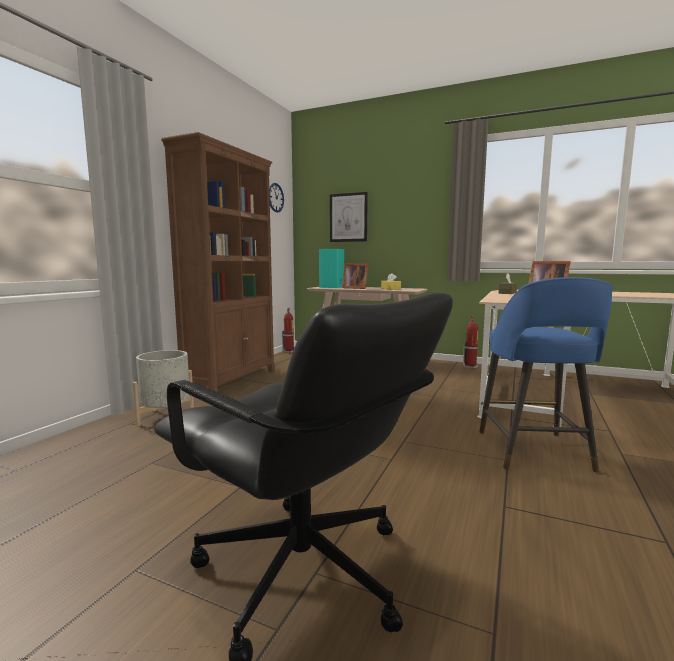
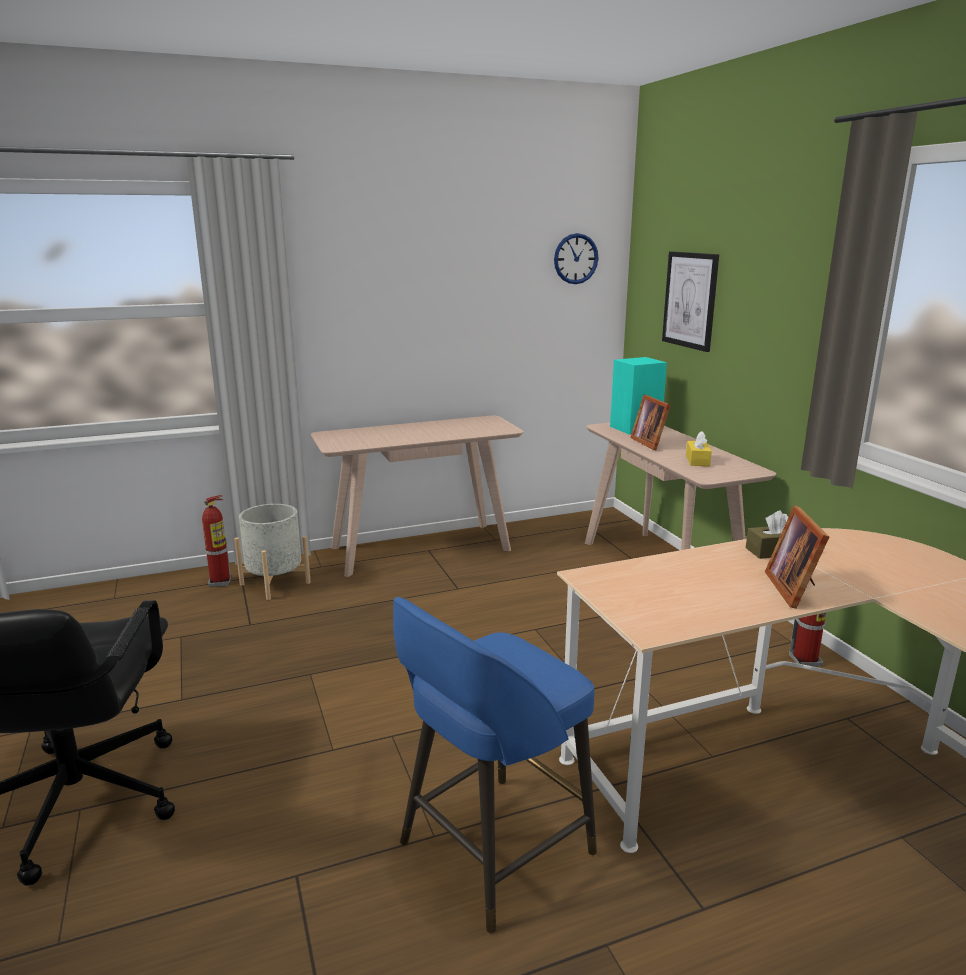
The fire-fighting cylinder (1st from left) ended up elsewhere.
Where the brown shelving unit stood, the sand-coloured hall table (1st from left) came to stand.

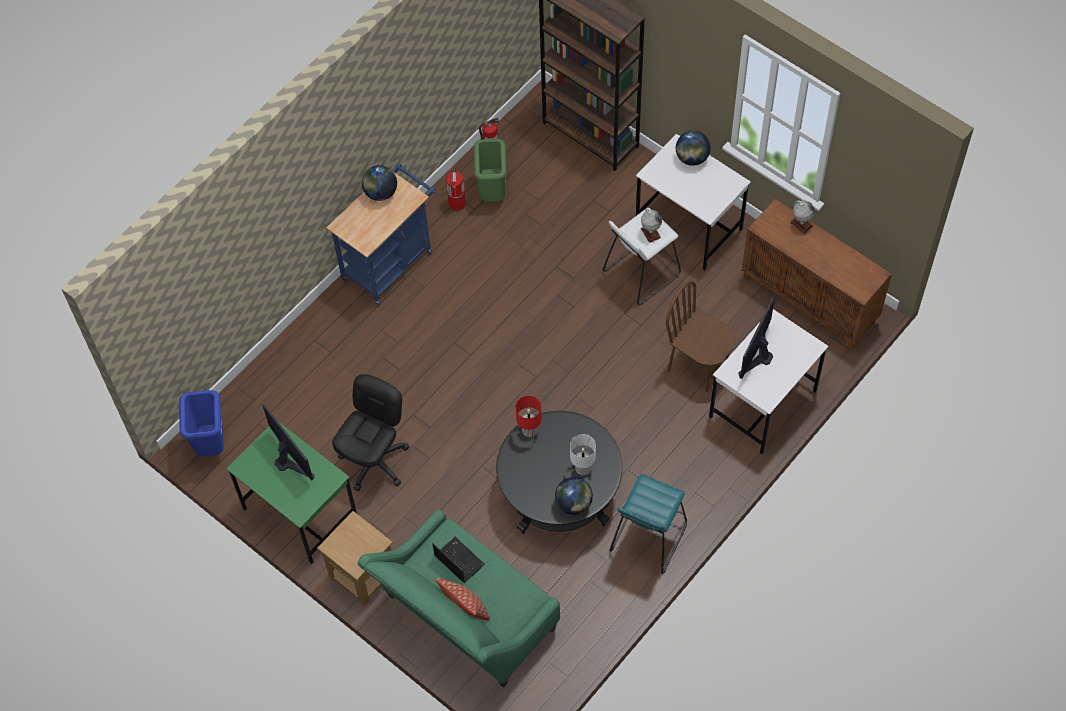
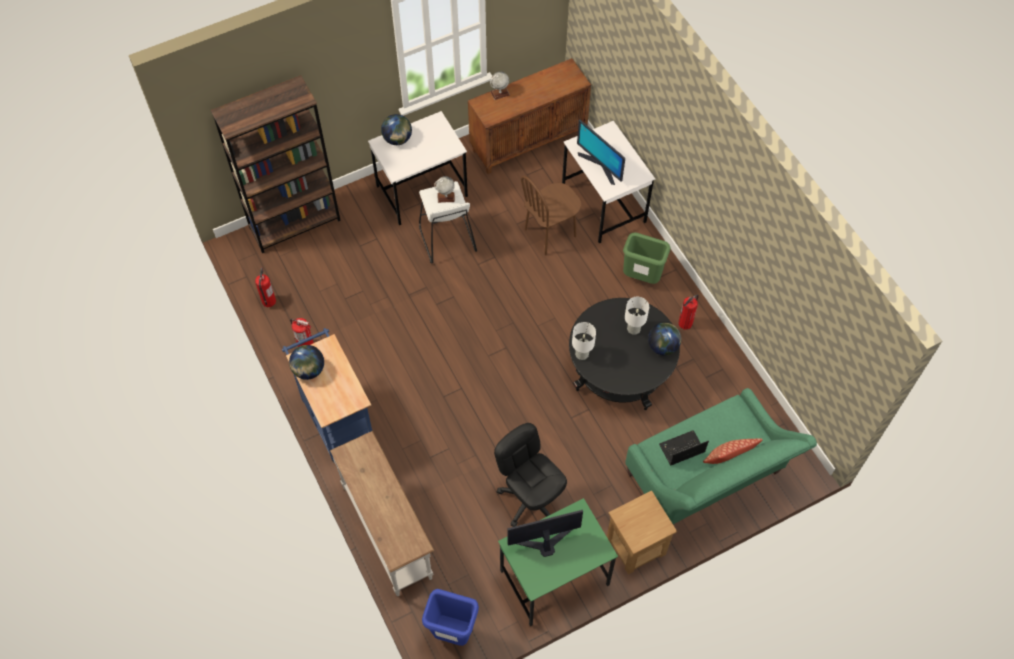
The second view gained the whitish hall table.
What was the reddish lamp for a table turned into the whitish lamp for a table (1st from left).
The green-coloured trash can ended up elsewhere.
Where the turquoise sitting stool stood, the fire-fighting cylinder (3rd from left) came to stand.

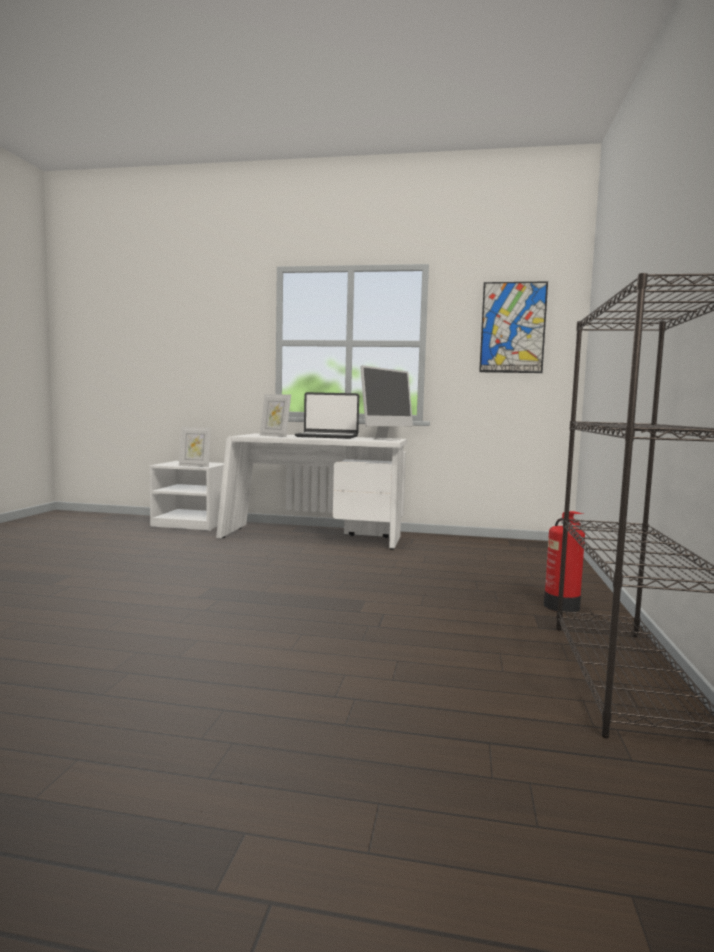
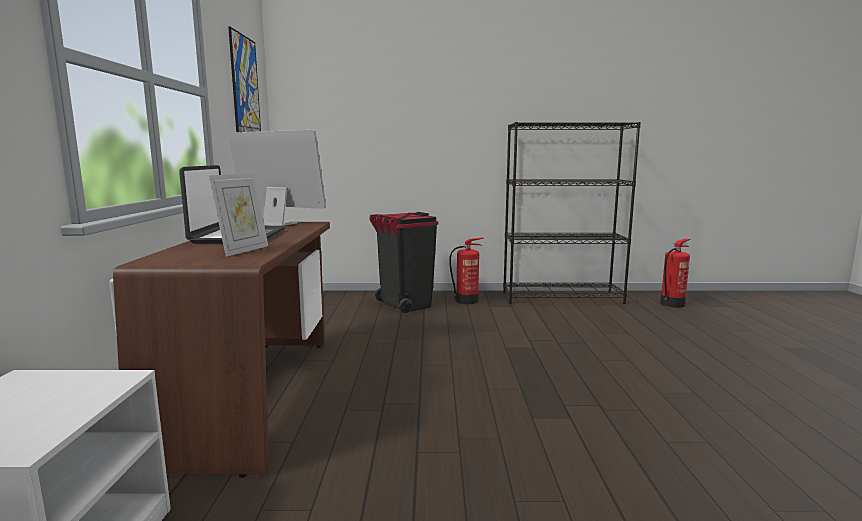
What was the whitish desk table turned into the brown desk table.
The second view gained the blackish trash can.
The second view gained the fire-fighting cylinder (2nd from left).
The second view lost the standing frame (1st from left).

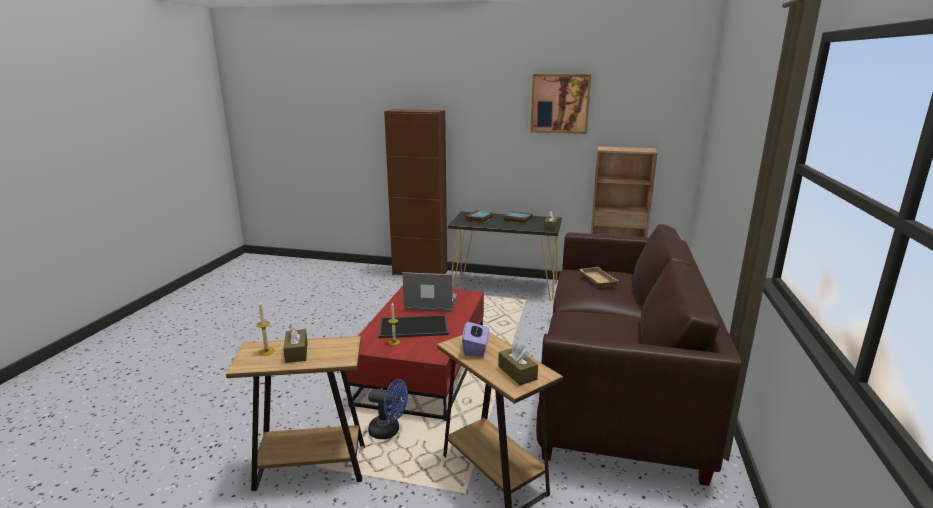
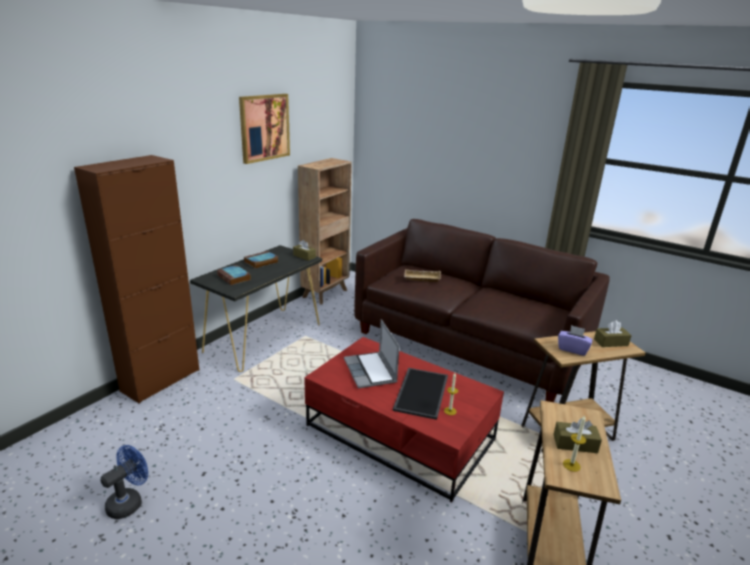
The blue cooling fan ended up elsewhere.
The notebook computer ended up facing another way, 45 degrees counterclockwise from before.

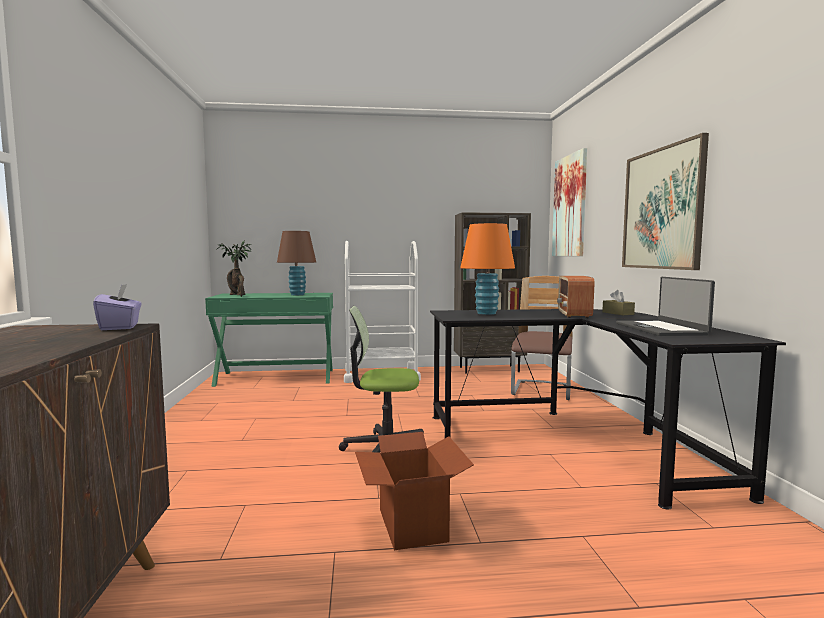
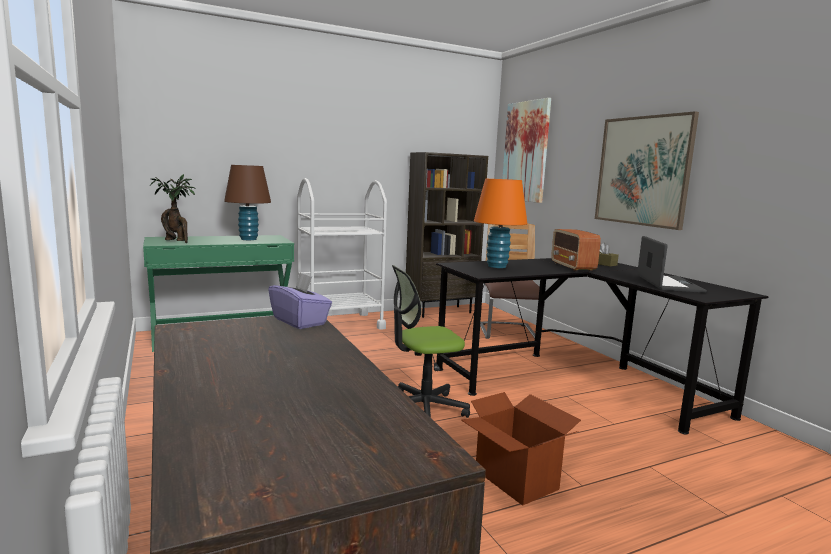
The notebook computer ended up facing another way, 150 degrees counterclockwise from before.

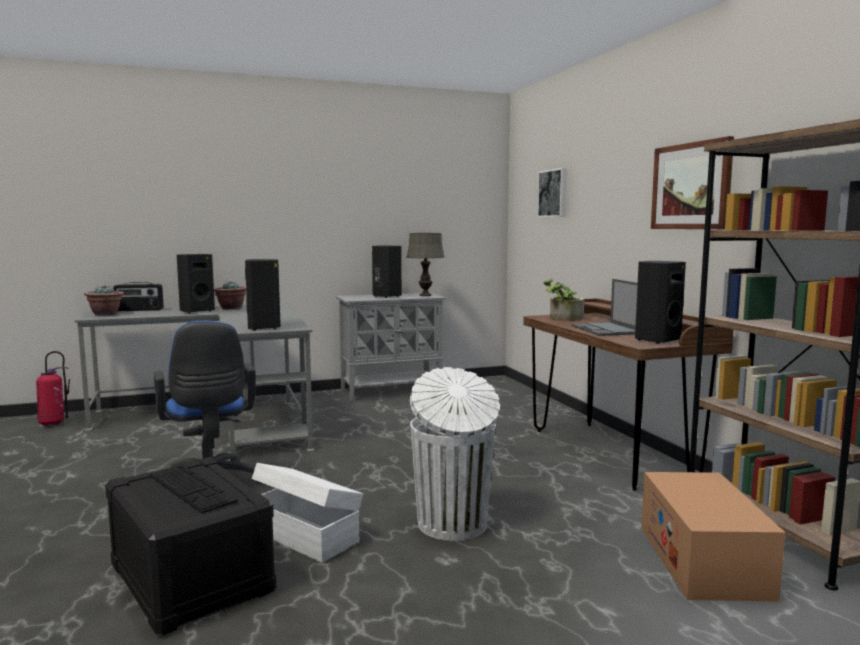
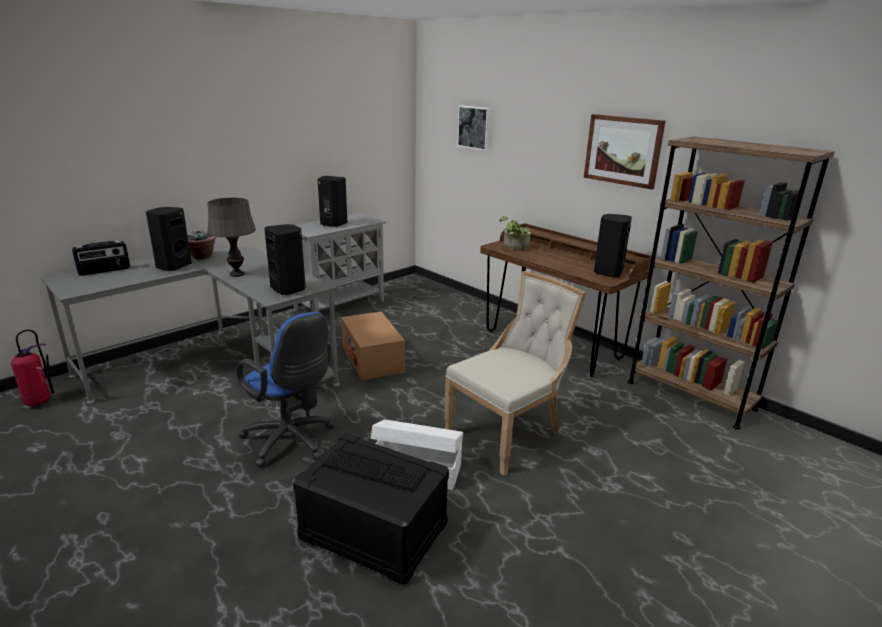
The gray lamp for a table ended up elsewhere.
The packing box ended up elsewhere.
Where the whitish trash can stood, the sand-coloured upright chair came to stand.
The second view lost the houseplant (1st from left).
The second view lost the notebook computer.

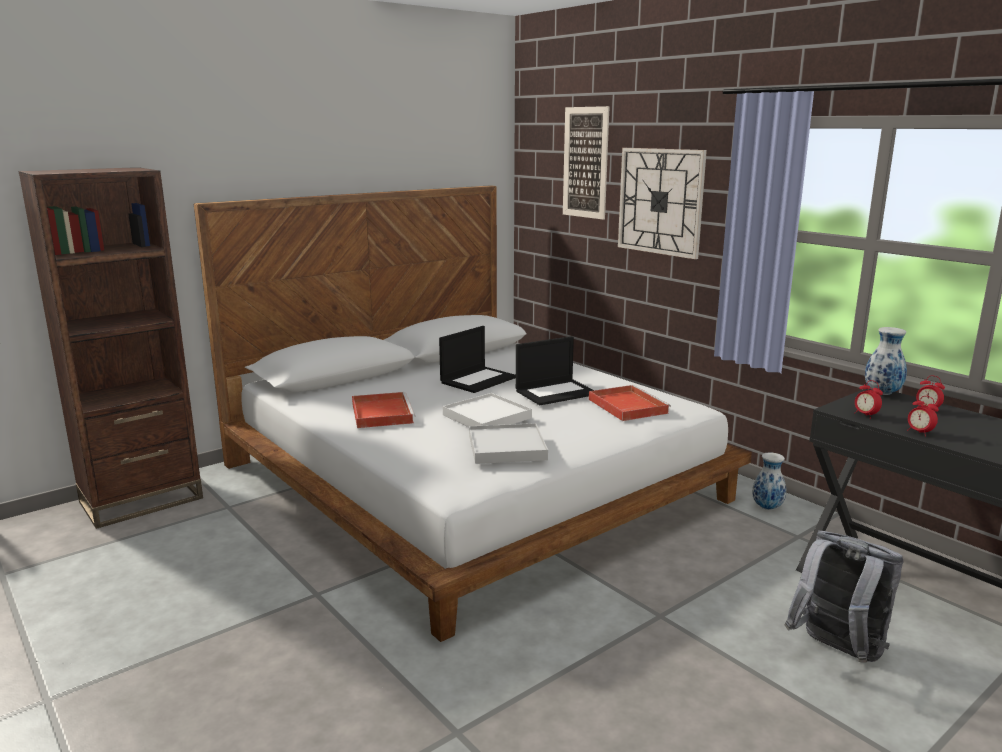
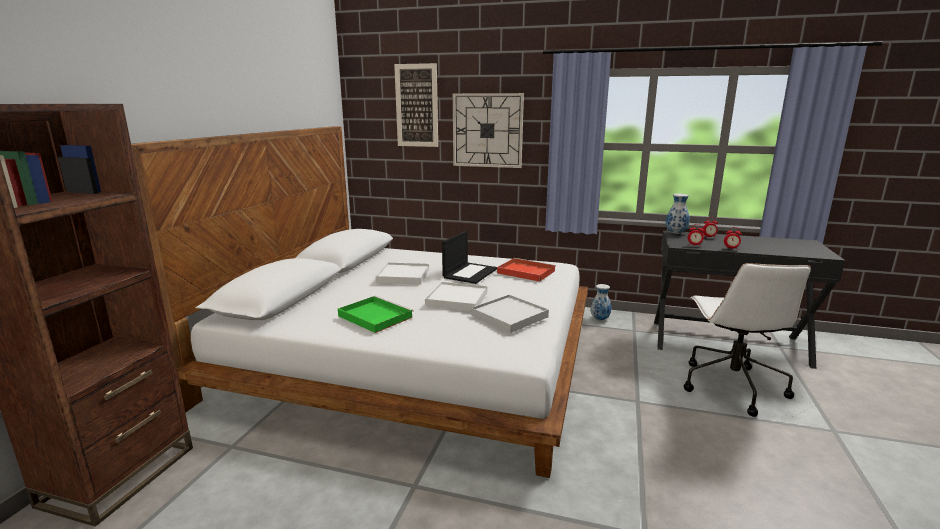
What was the reddish tray (1st from left) turned into the green-coloured tray.
Where the notebook computer (1st from left) stood, the whitish tray (1st from left) came to stand.
Where the gray knapsack stood, the whitish desk chair came to stand.

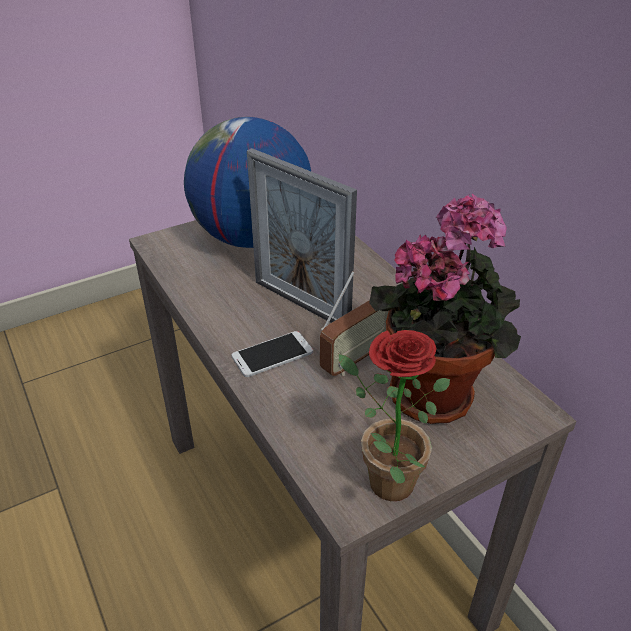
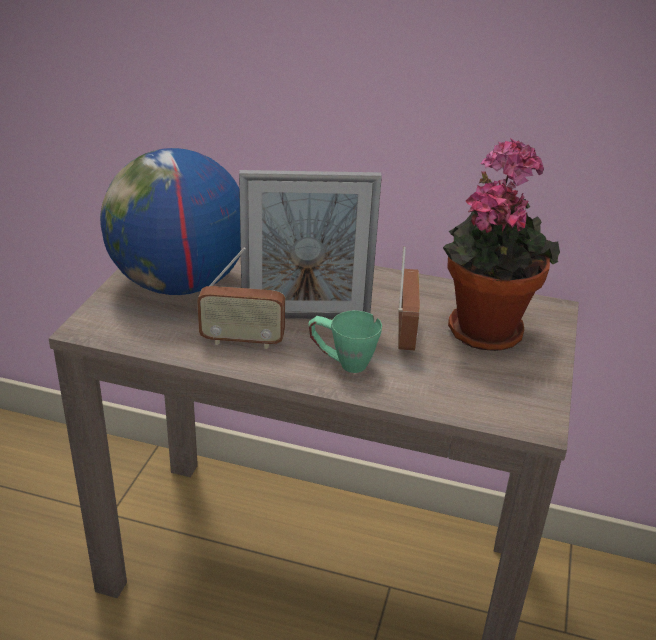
The second view gained the radio (1st from left).
Where the handset stood, the green-coloured tea mug came to stand.
The second view lost the houseplant (1st from left).

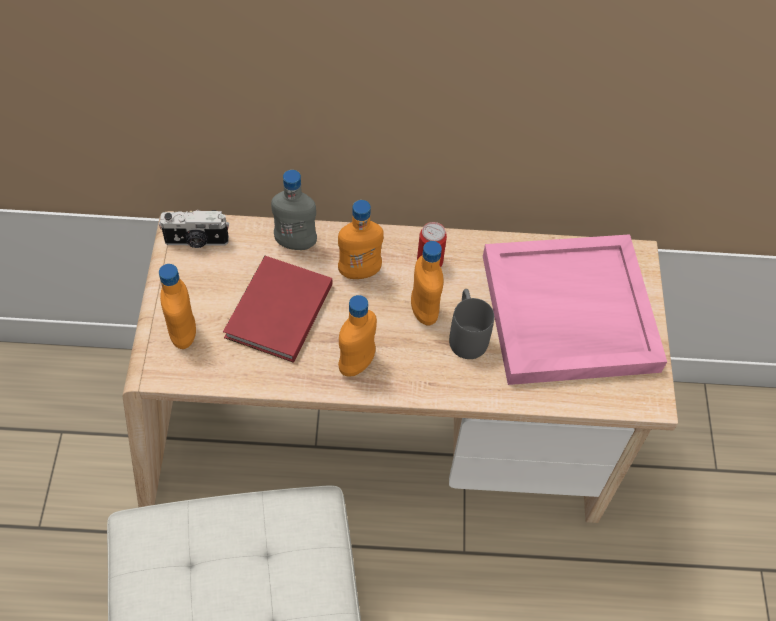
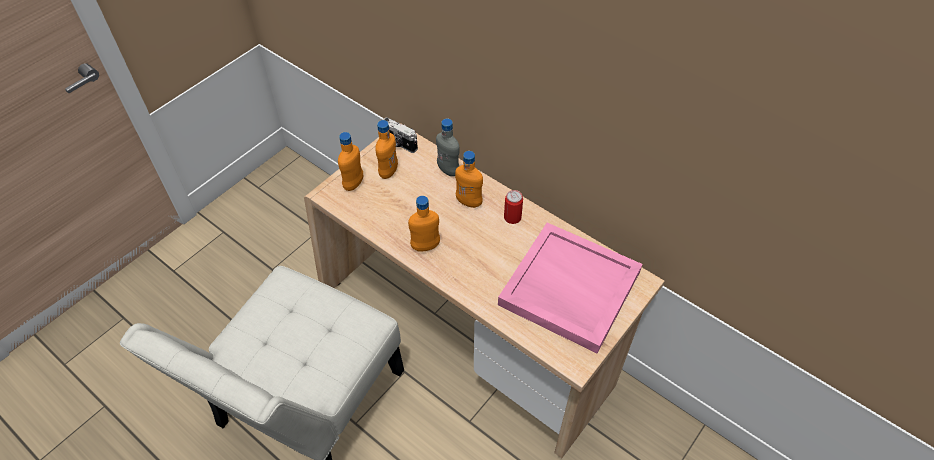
The orange-coloured drink bottle (4th from left in the first image) ended up elsewhere.
The second view lost the reddish bound book.
The second view lost the gray tea mug.

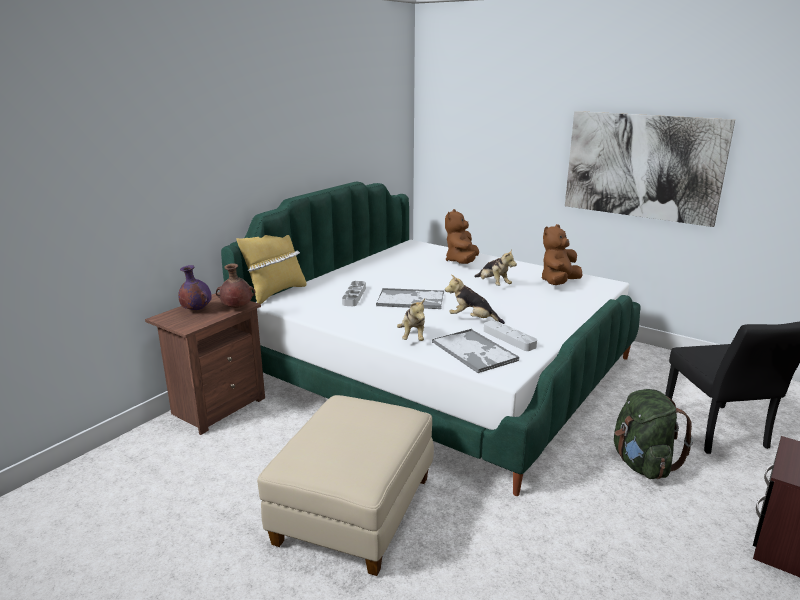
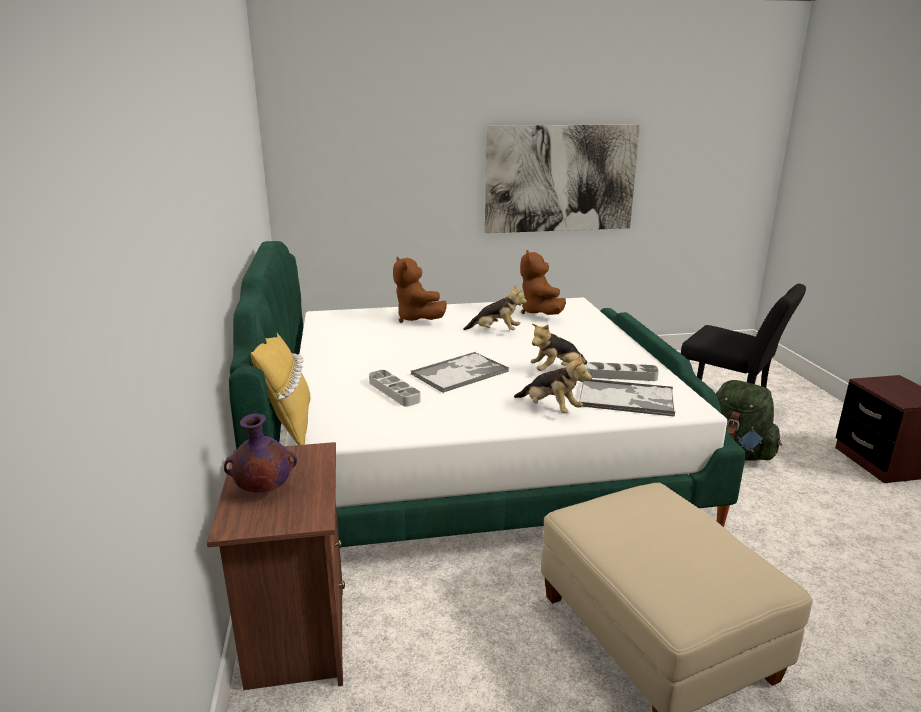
The second view lost the brown decorative vase.

